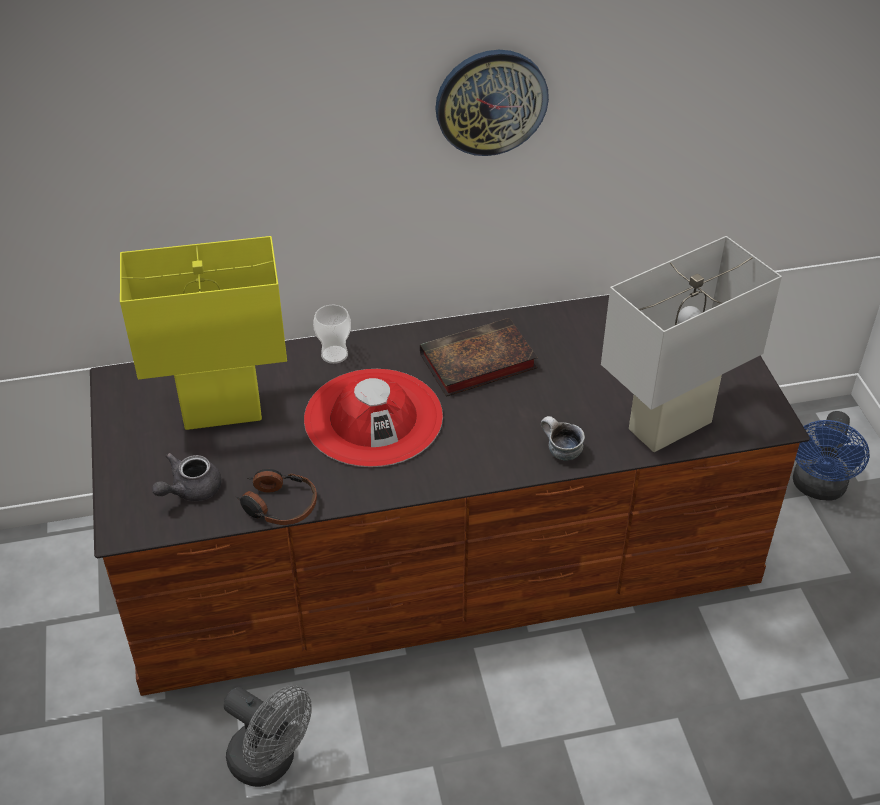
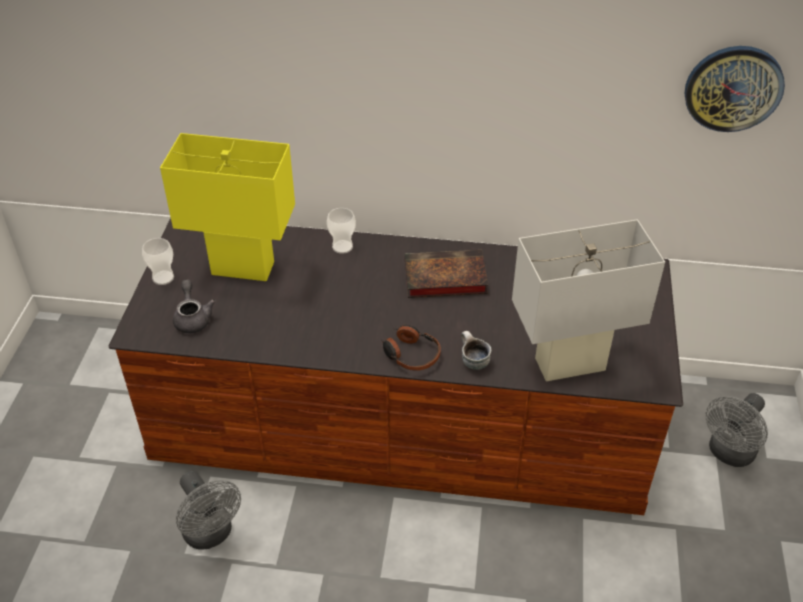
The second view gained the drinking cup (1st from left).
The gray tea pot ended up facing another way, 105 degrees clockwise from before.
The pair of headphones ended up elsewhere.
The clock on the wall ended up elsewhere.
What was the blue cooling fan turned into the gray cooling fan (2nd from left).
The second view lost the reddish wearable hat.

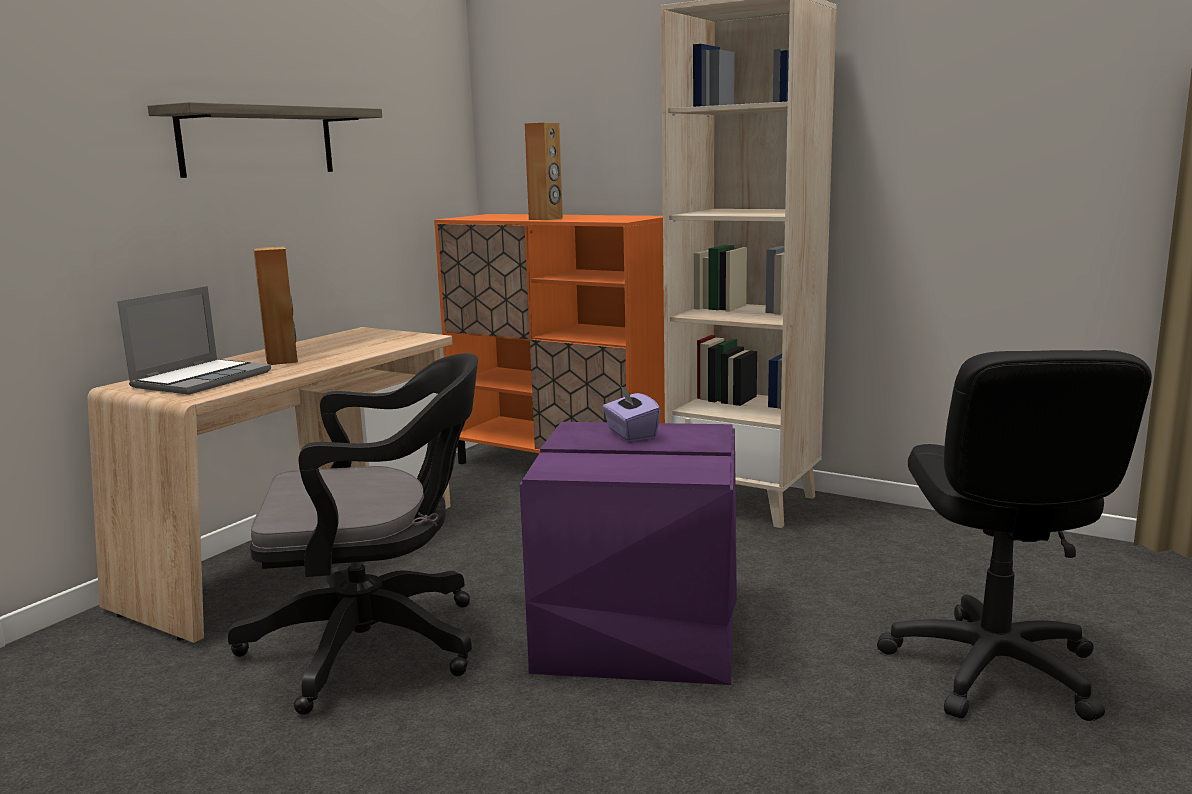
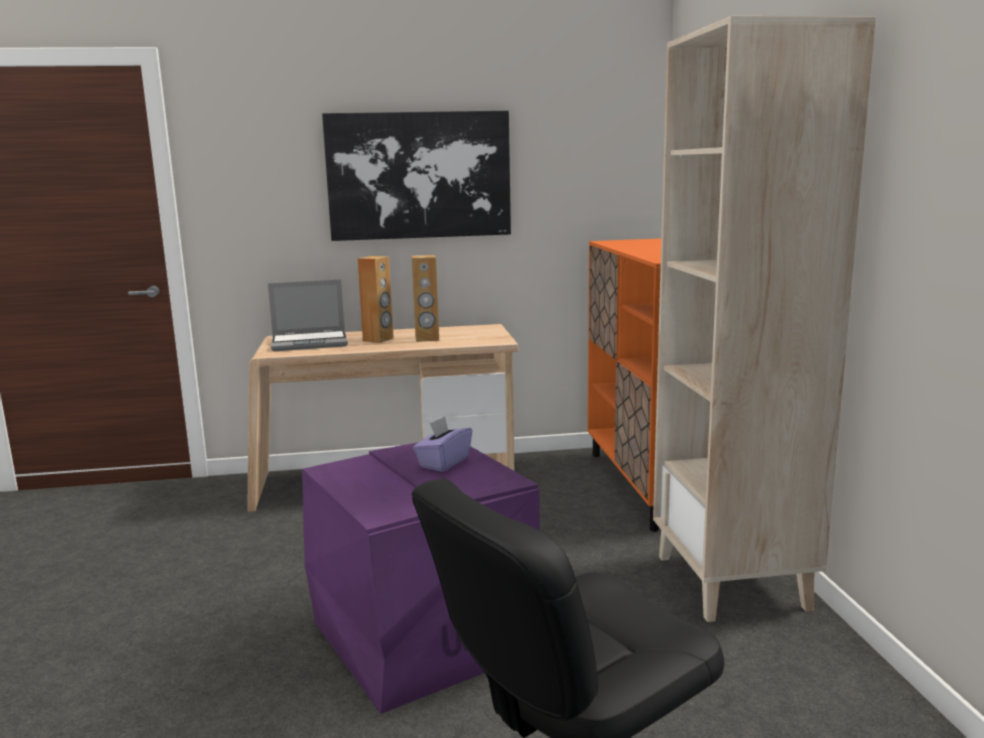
Where the wall shelf hung, the wall art came to hang.
The brown speaker (2nd from left) ended up elsewhere.
The second view lost the blackish desk chair (1st from left).

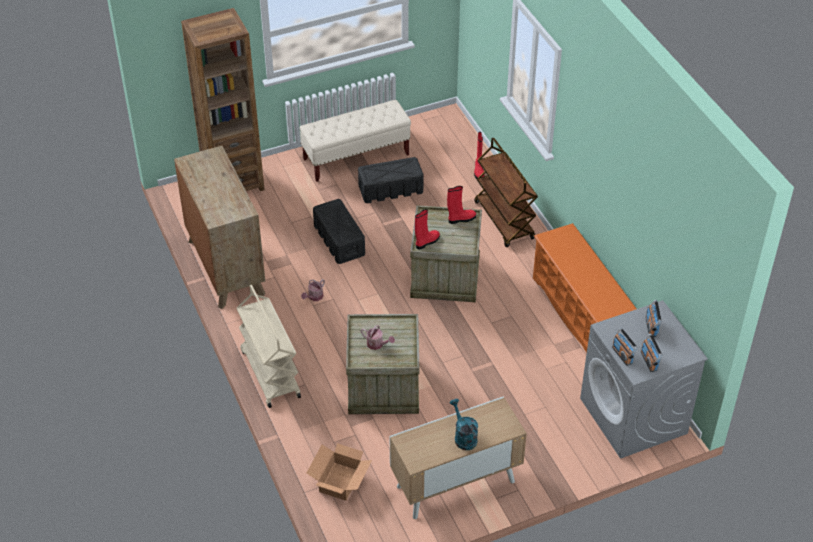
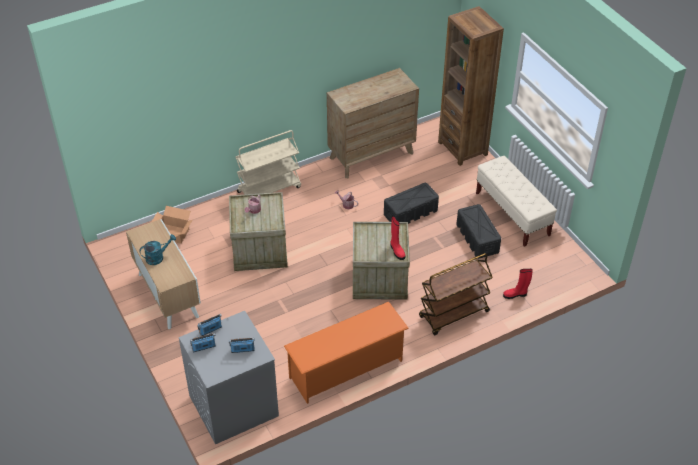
The second view lost the reddish tall boot (1st from left).

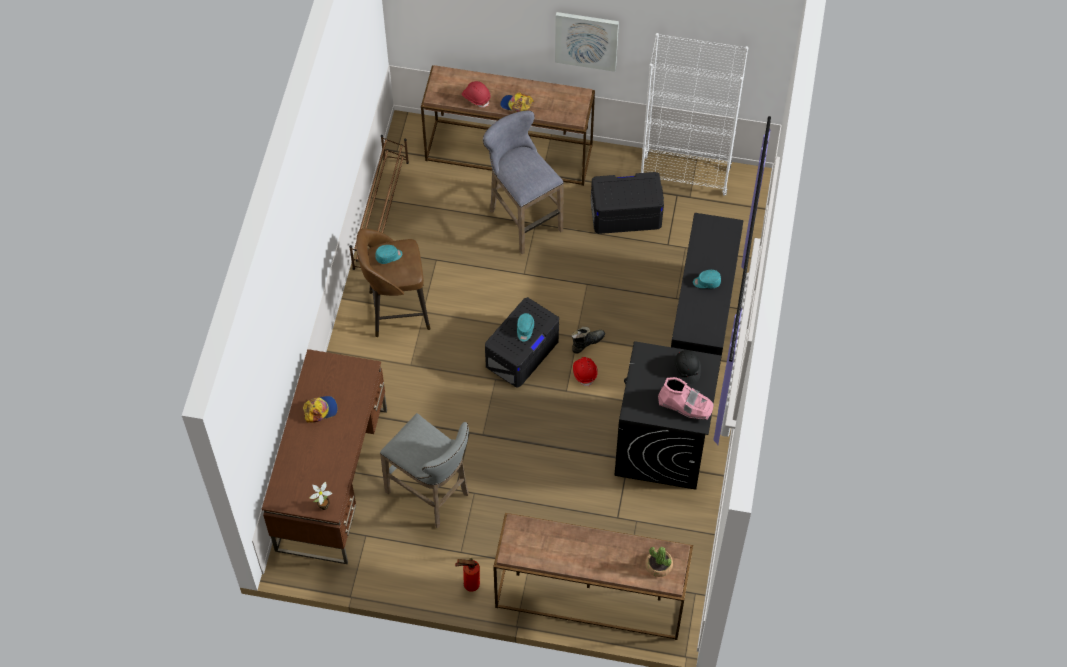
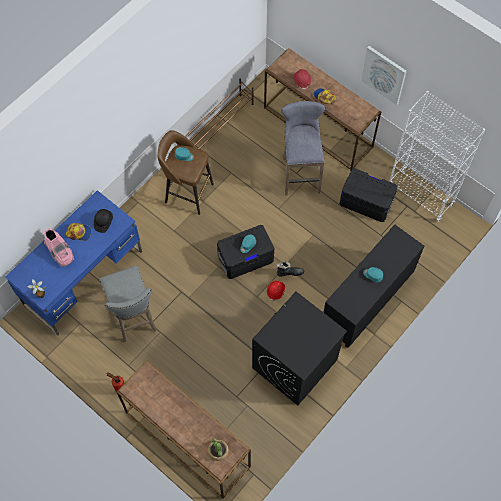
What was the brown desk table turned into the blue desk table.
The pink-coloured tall boot ended up elsewhere.
The blackish safety helmet ended up elsewhere.

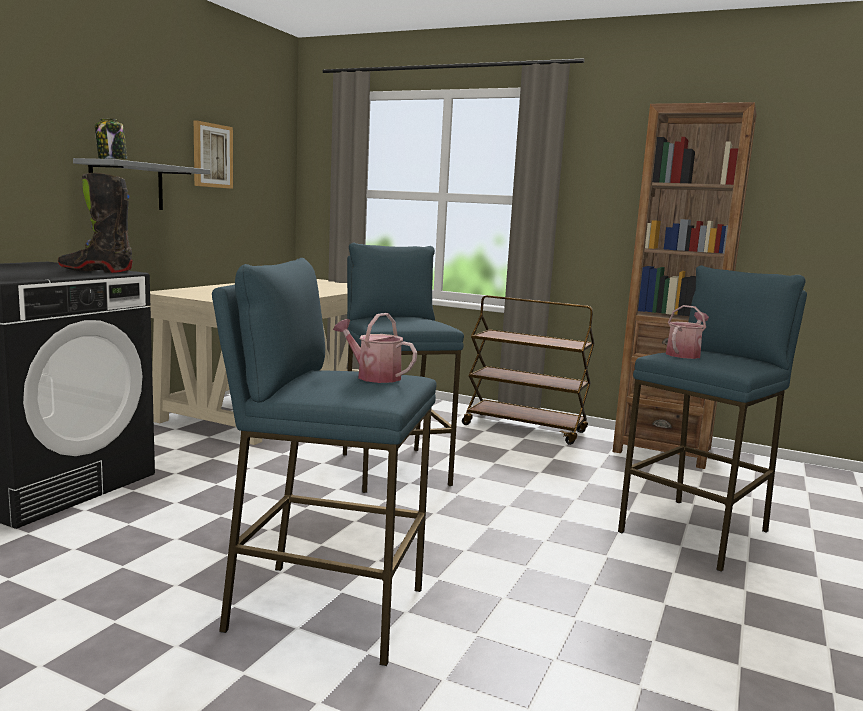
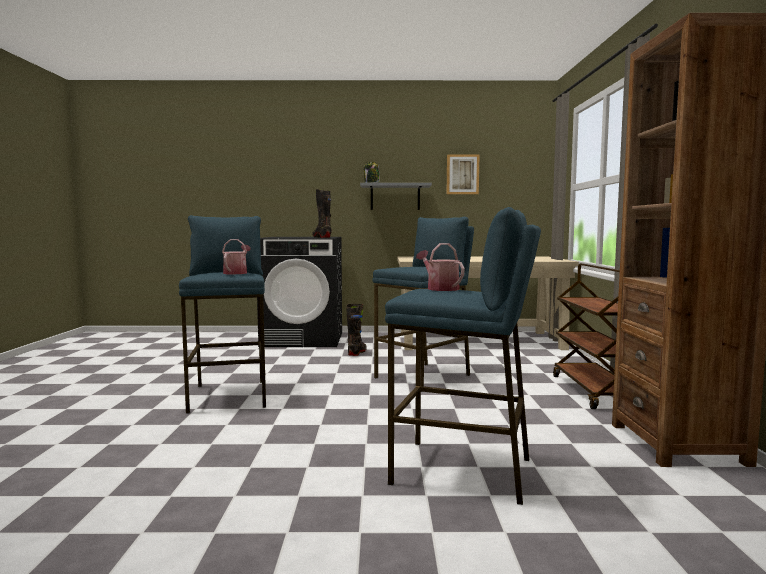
The second view gained the blackish tall boot (2nd from left).
The watering pot (2nd from left) ended up facing another way, 135 degrees counterclockwise from before.

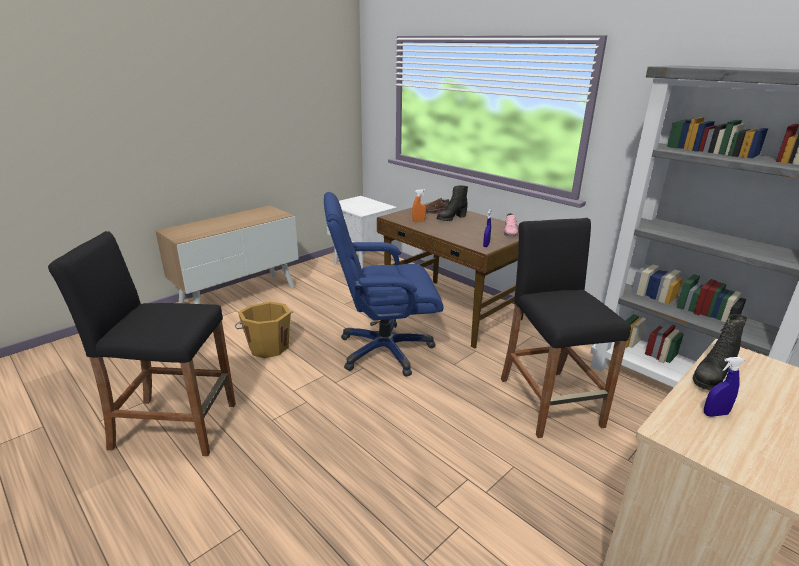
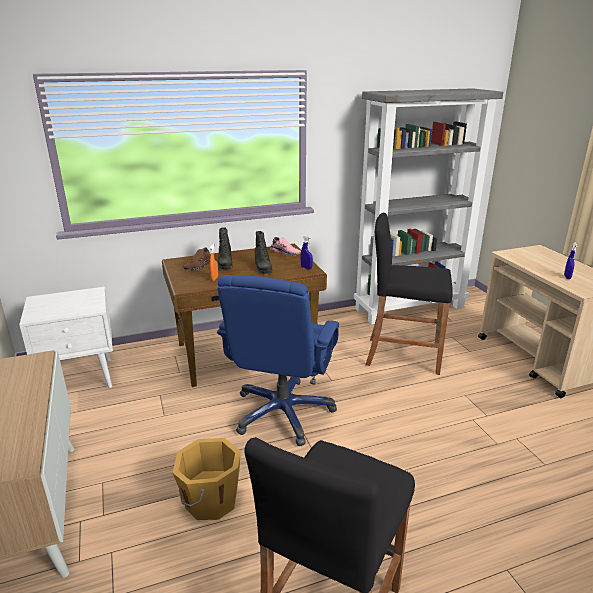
The blackish tall boot (2nd from left) ended up elsewhere.

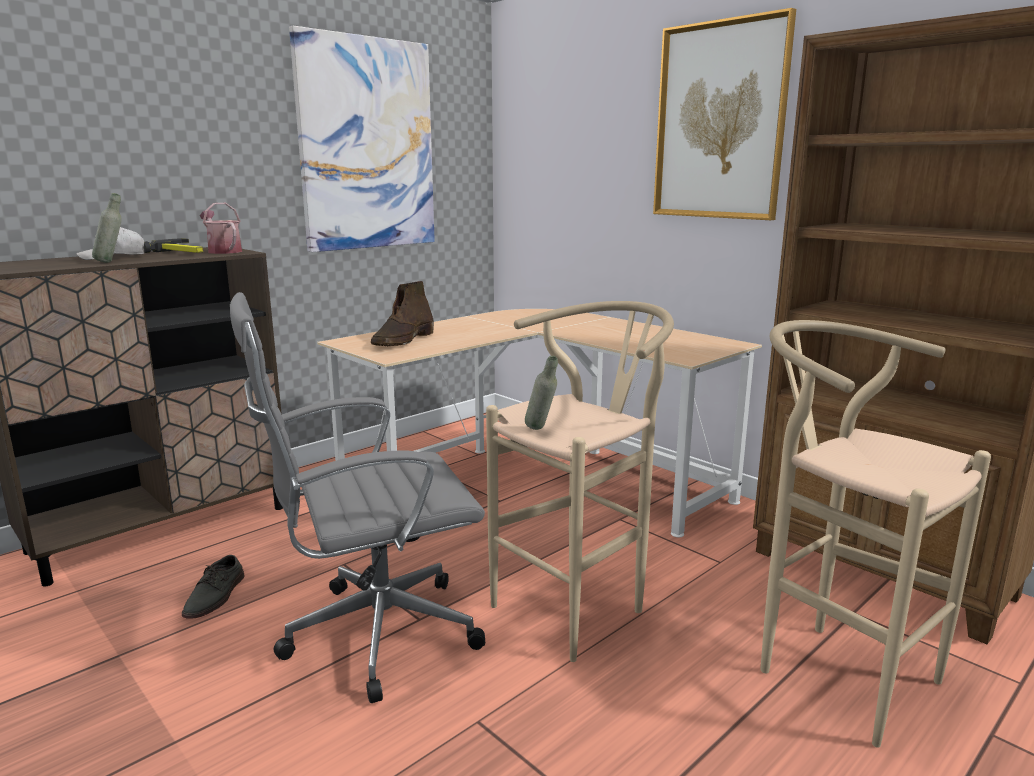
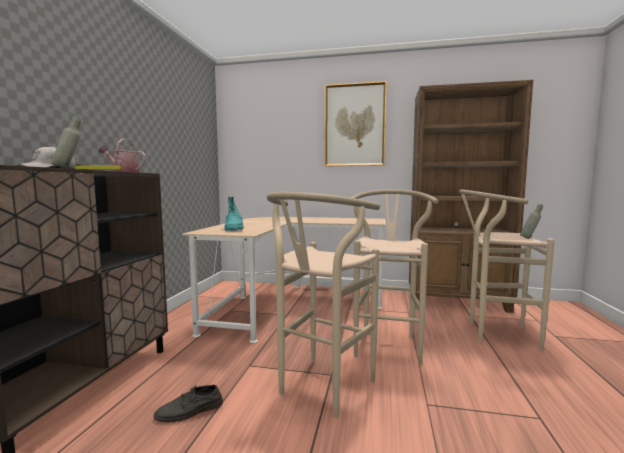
The gray shoe ended up facing another way, 90 degrees clockwise from before.
What was the brown tall boot turned into the turquoise tall boot.
Where the gray desk chair stood, the sand-coloured sitting stool (1st from left) came to stand.
The gray drink bottle (2nd from left) ended up elsewhere.
The second view lost the wall art (1st from left).

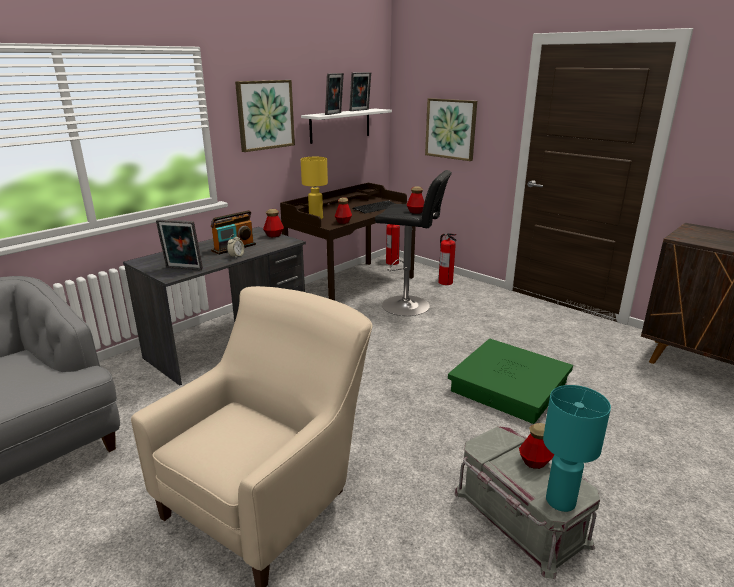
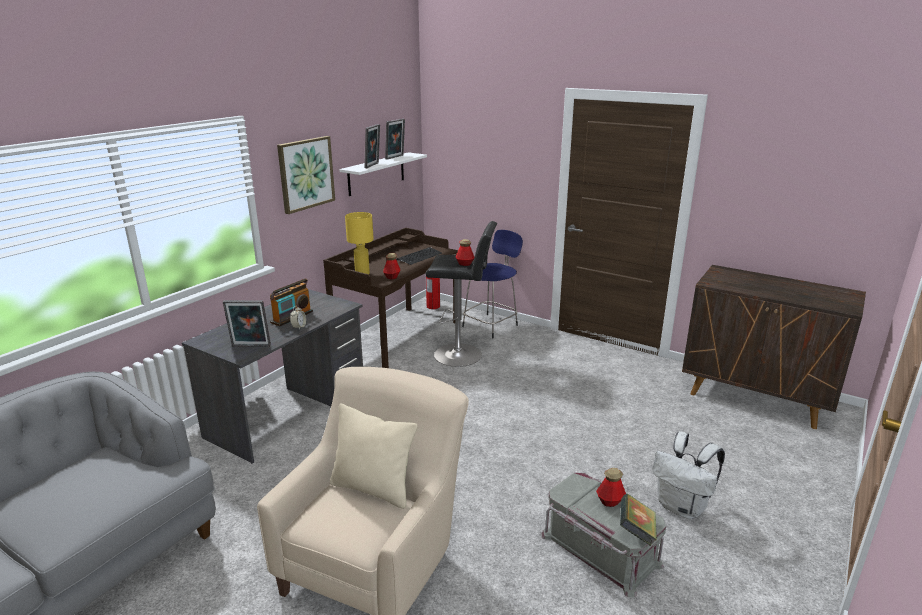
The second view gained the sand-coloured throw pillow.
Where the fire-fighting cylinder (2nd from left) stood, the blue sitting stool came to stand.
Where the turquoise lamp for a table stood, the bound book came to stand.
The second view gained the whitish knapsack.
The second view lost the drink bottle (1st from left).
The second view lost the wall art (2nd from left).
The second view lost the green-coloured storage container.

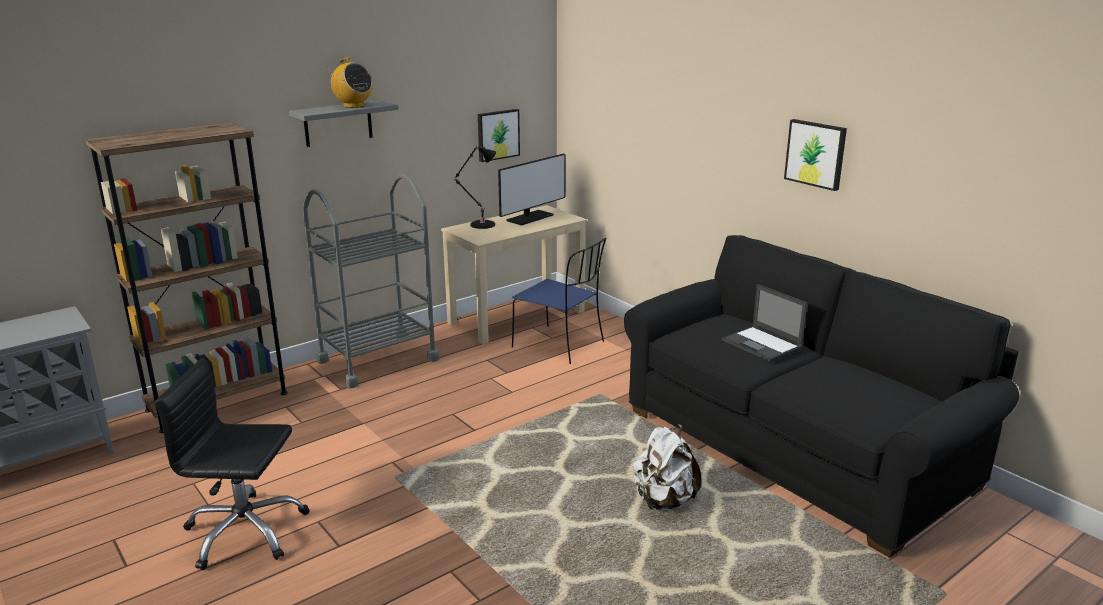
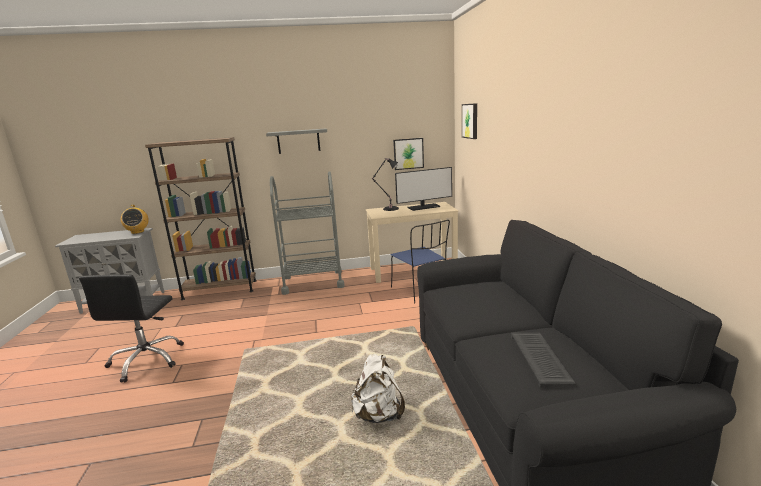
The blackish desk chair ended up facing another way, 120 degrees counterclockwise from before.
The radio ended up elsewhere.
The wall art (2nd from left) ended up elsewhere.
The second view gained the computer keyboard.
The second view lost the notebook computer.

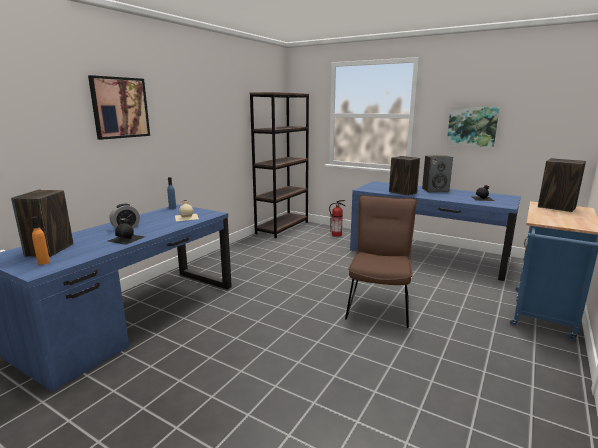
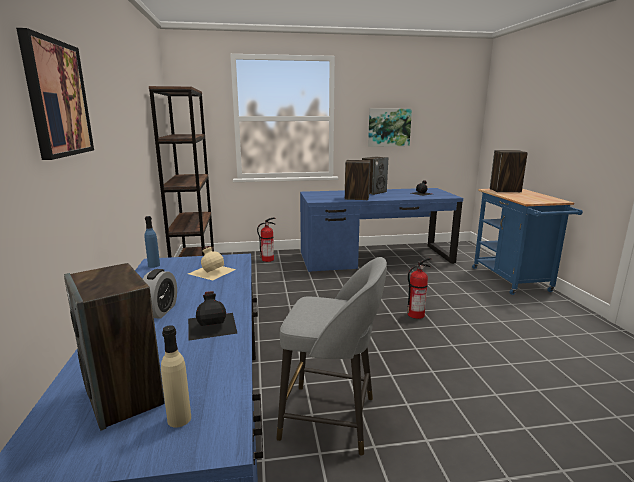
What was the orange-coloured drink bottle turned into the sand-coloured drink bottle (1st from left).
The second view gained the gray sitting stool.
Where the brown upright chair stood, the fire-fighting cylinder (2nd from left) came to stand.

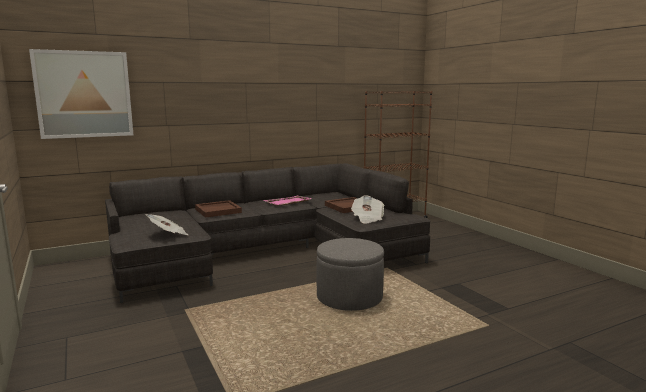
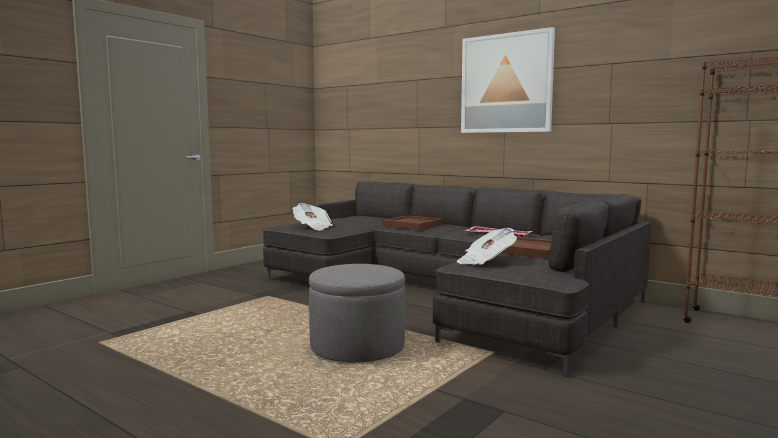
The wall art ended up elsewhere.

